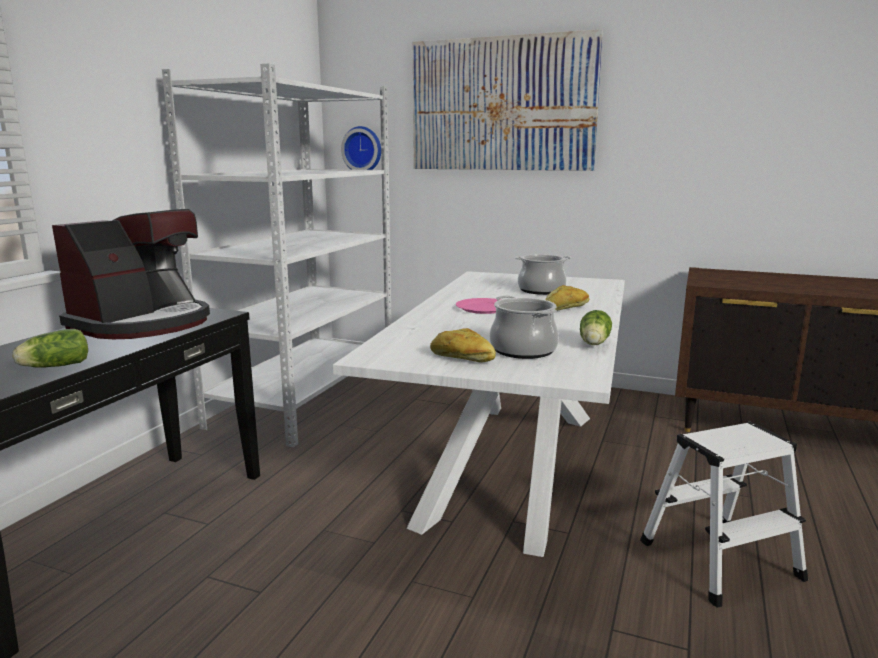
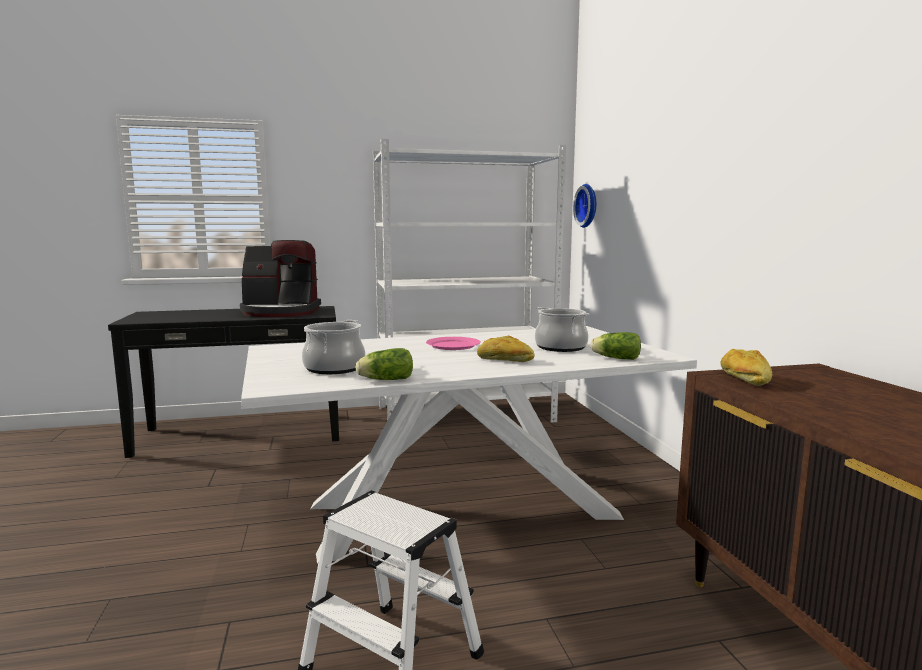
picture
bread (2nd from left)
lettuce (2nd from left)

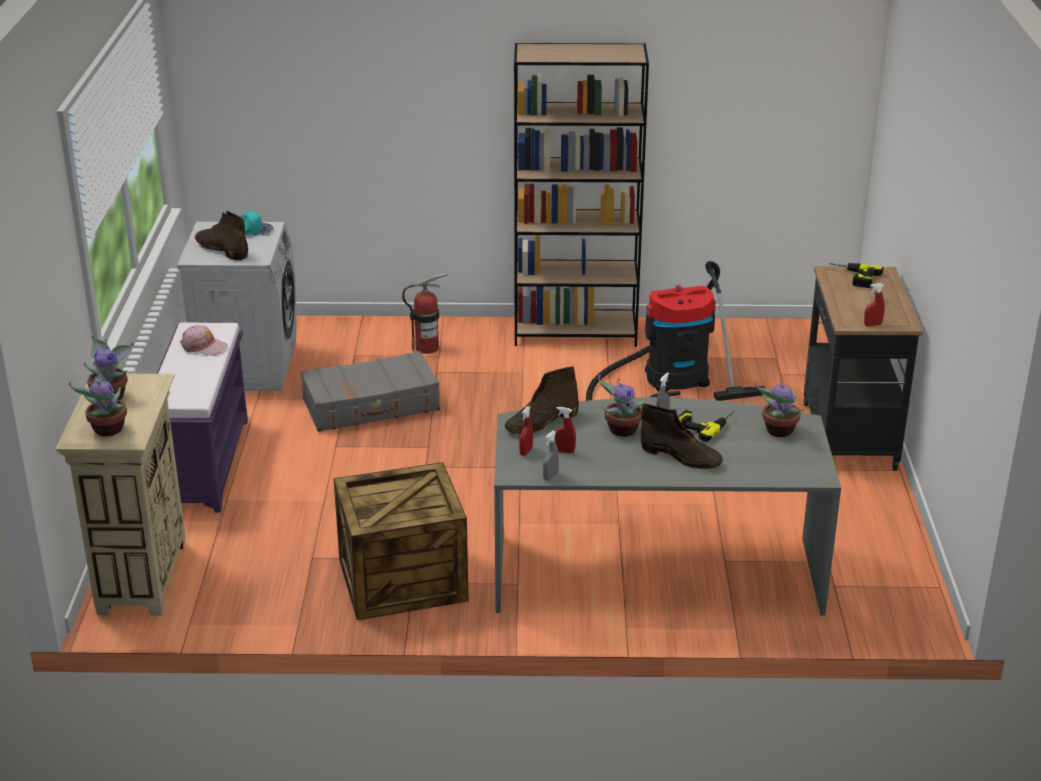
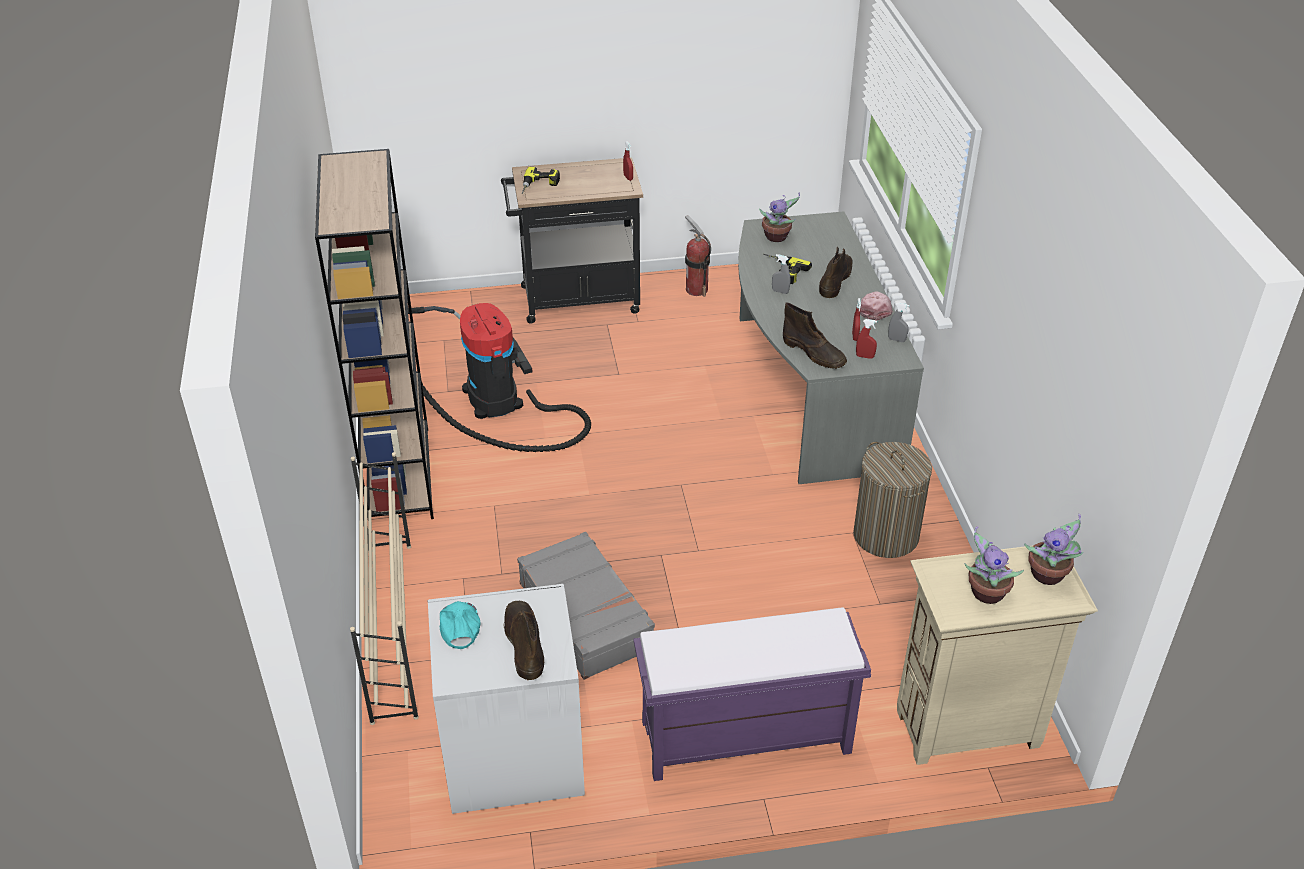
brown boot (1st from left)
fire extinguisher
pink cap
potted plant (3rd from left in the first image)
laundry basket
beige shoe rack

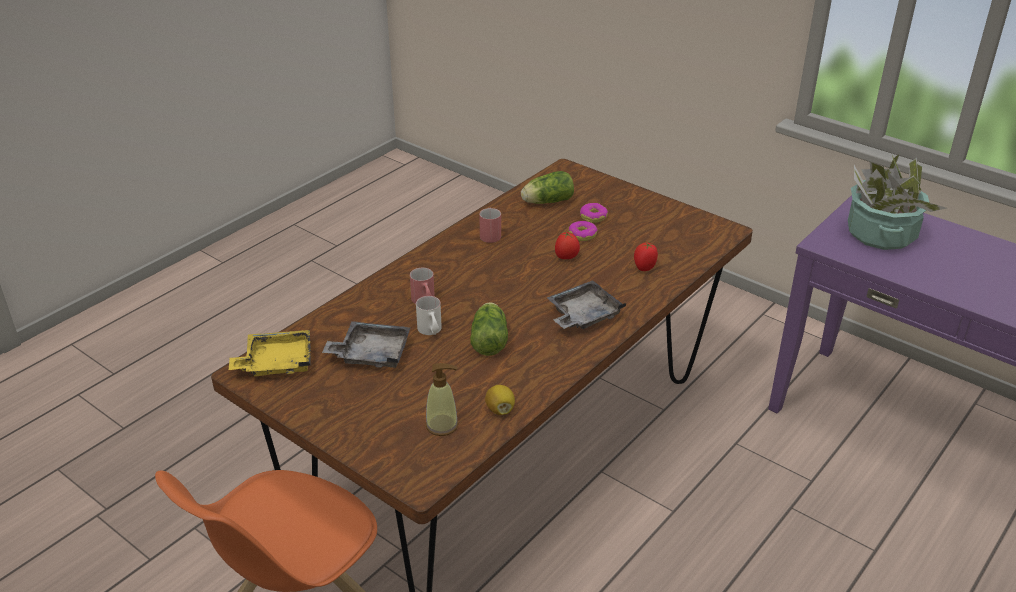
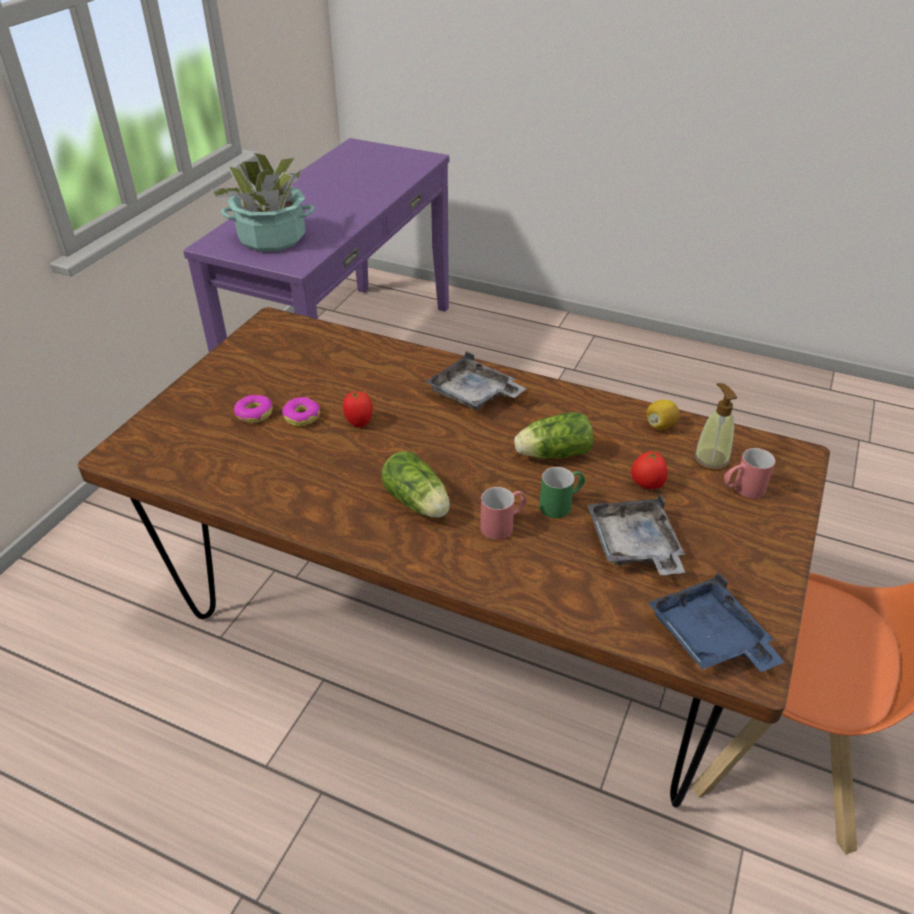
lettuce (1st from left)
red mug (2nd from left)
tomato (2nd from left)
green mug
blue tray

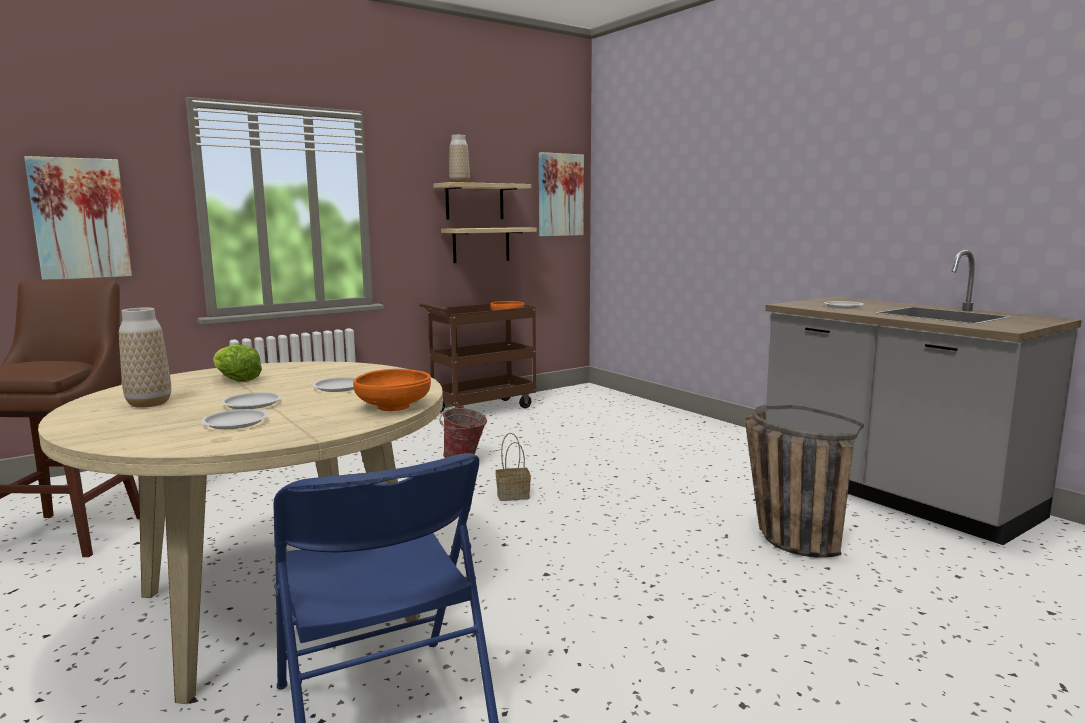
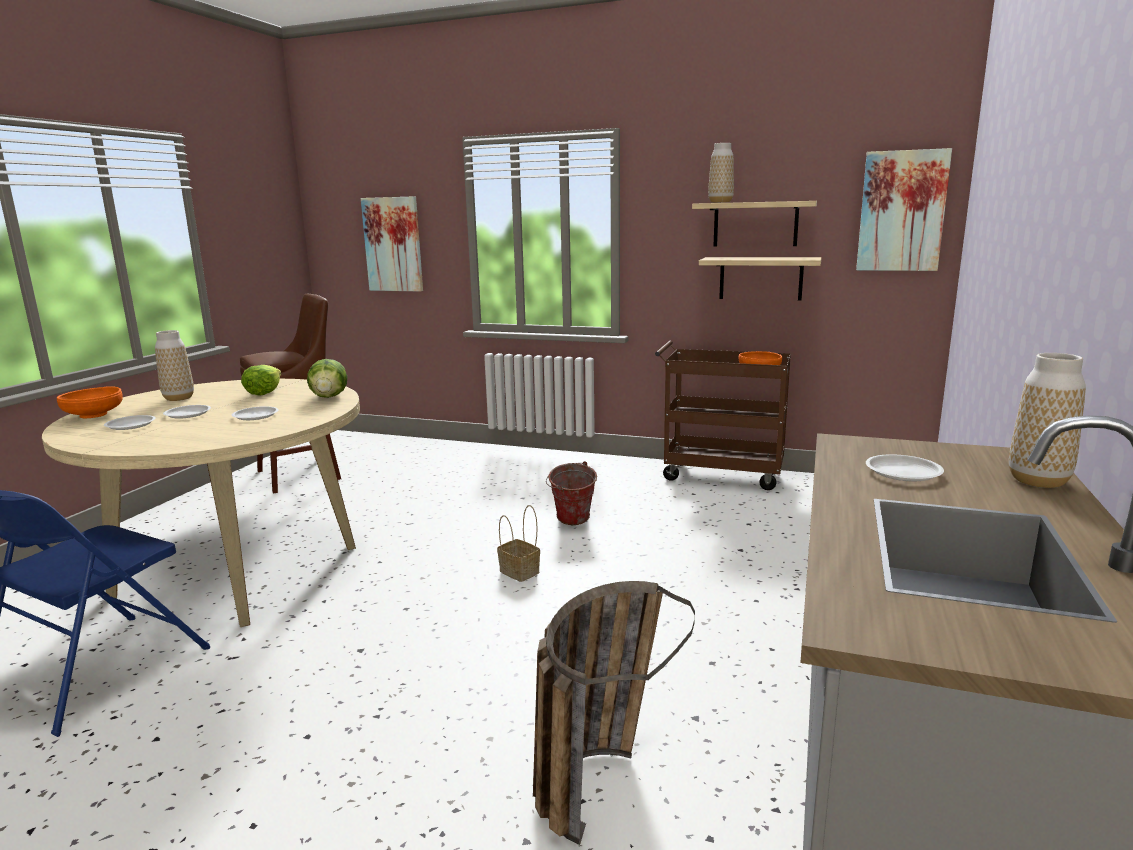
orange bowl (1st from left)
vase (3rd from left)
lettuce (2nd from left)

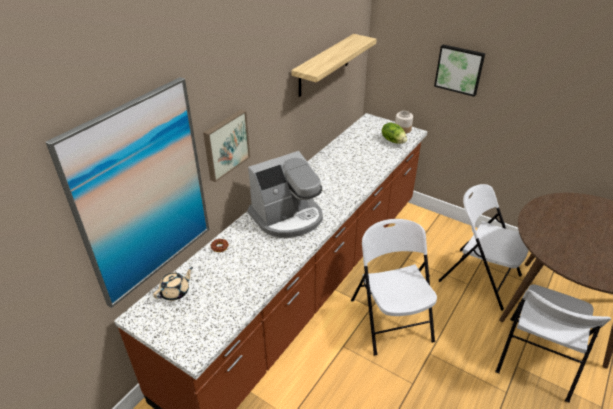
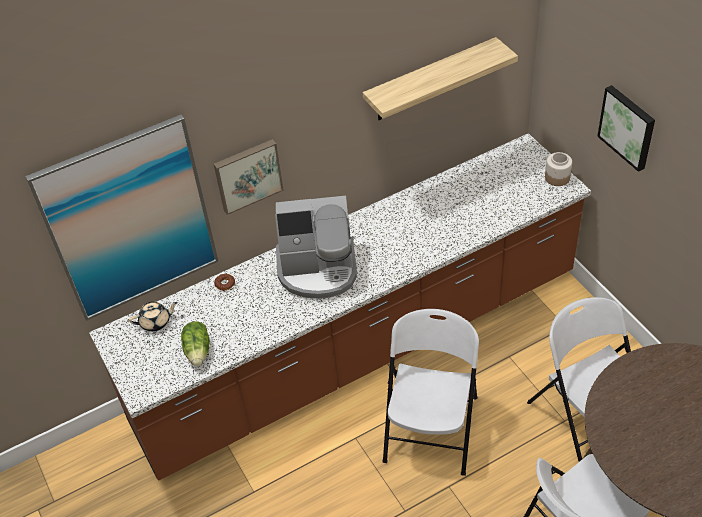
lettuce

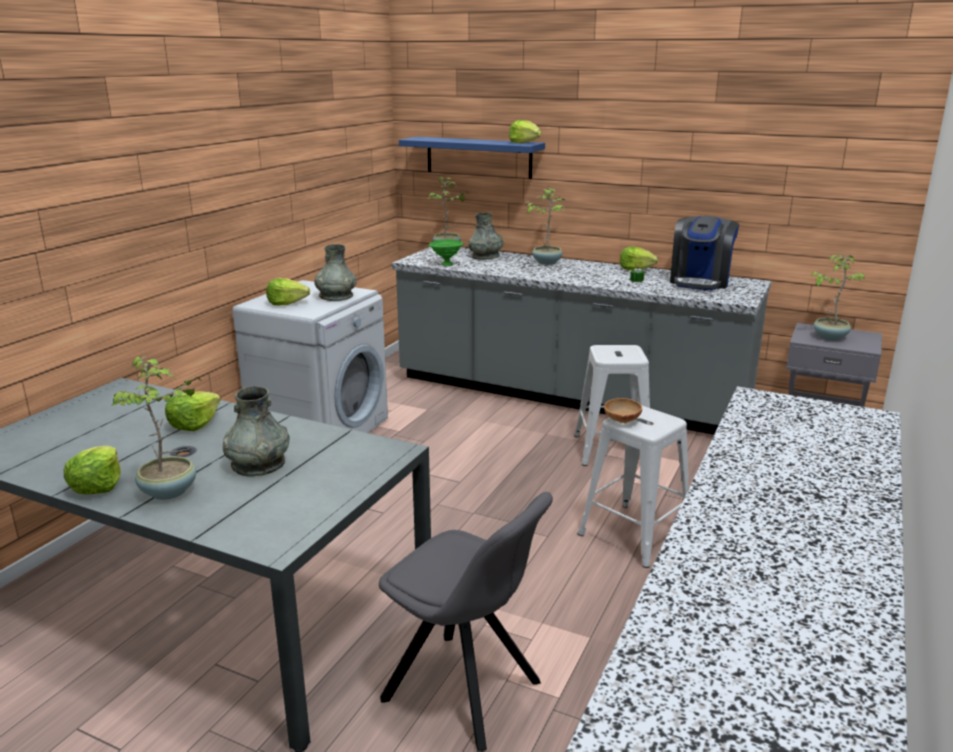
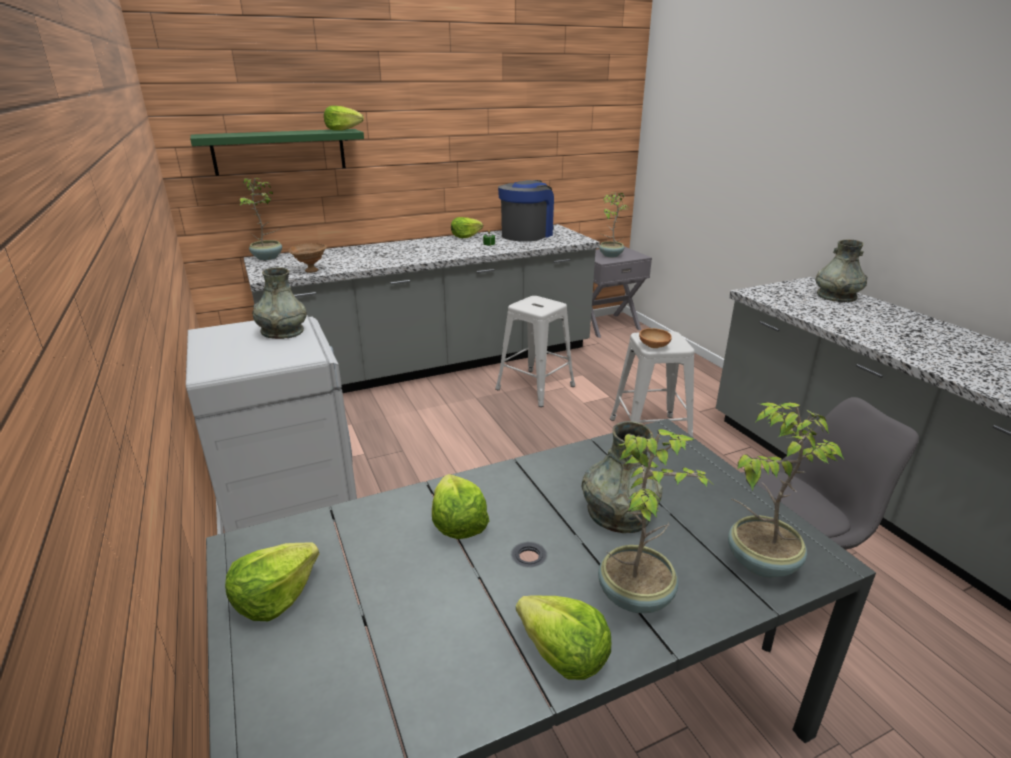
green shelf
potted plant (4th from left)
grey vase (3rd from left)
coffee machine
brown bowl (1st from left)
lettuce (1st from left)

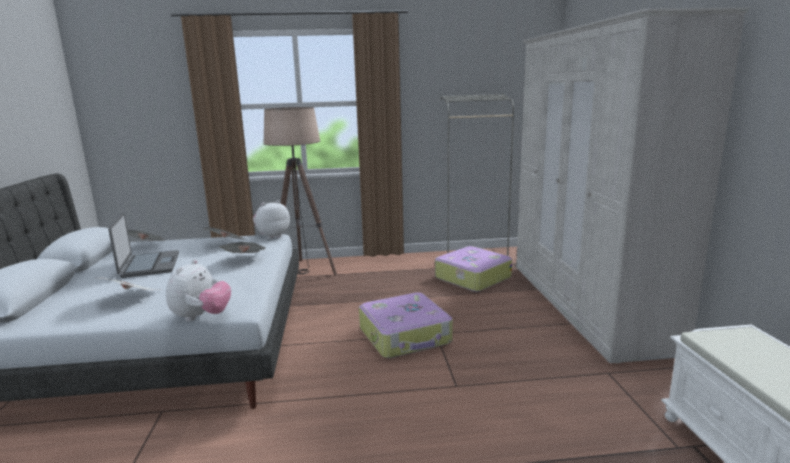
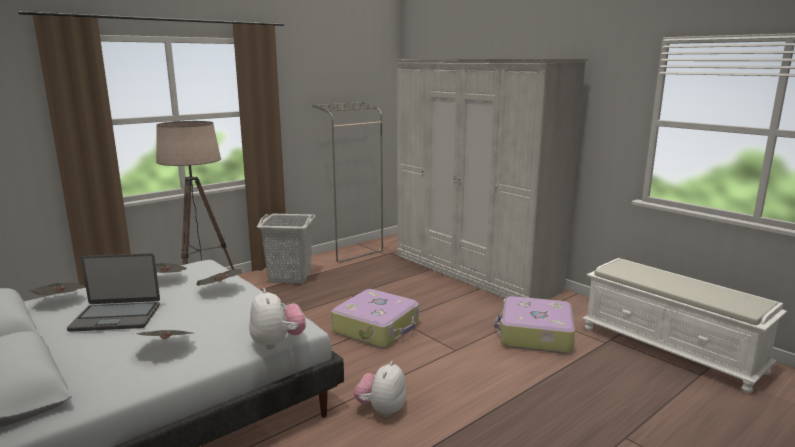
plush toy (2nd from left)
laptop
suitcase (2nd from left)
grey laundry basket

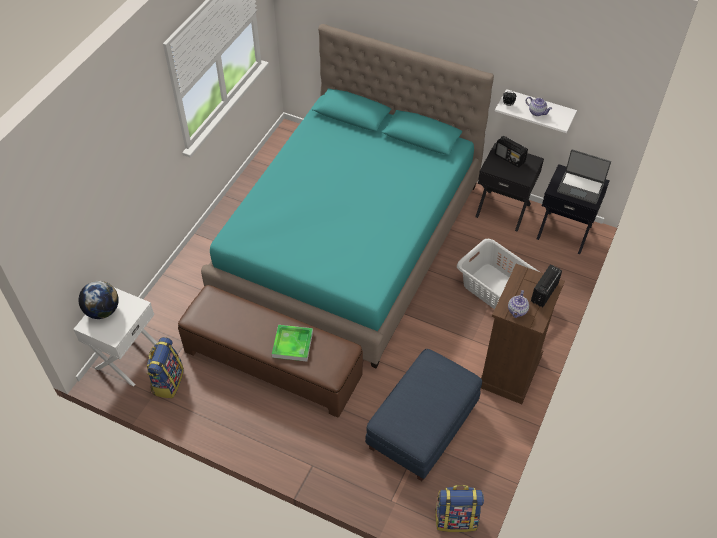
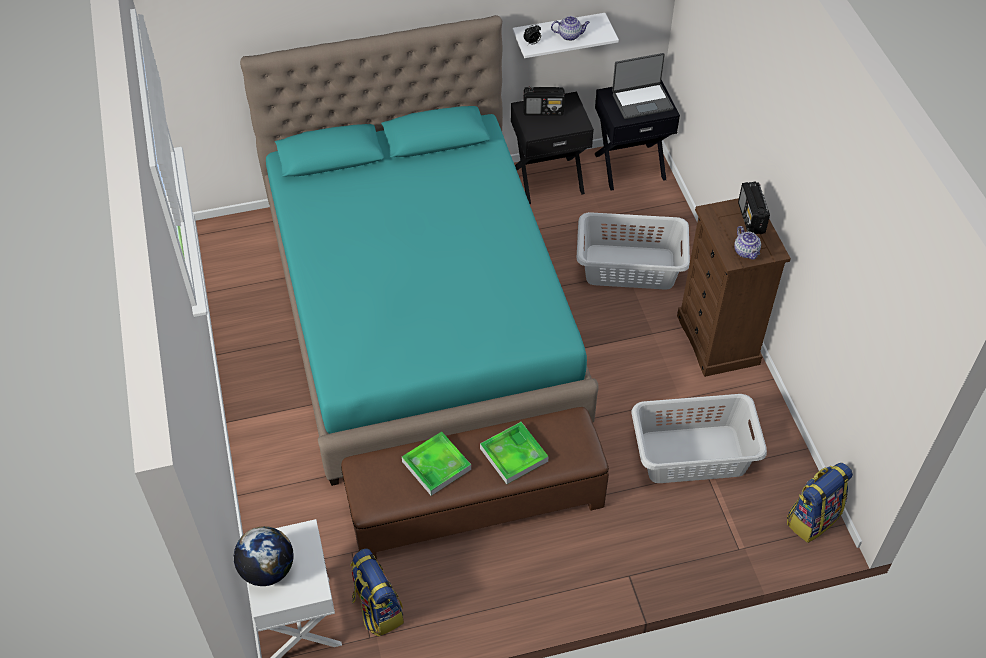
grey laundry basket (2nd from left)
tray (1st from left)

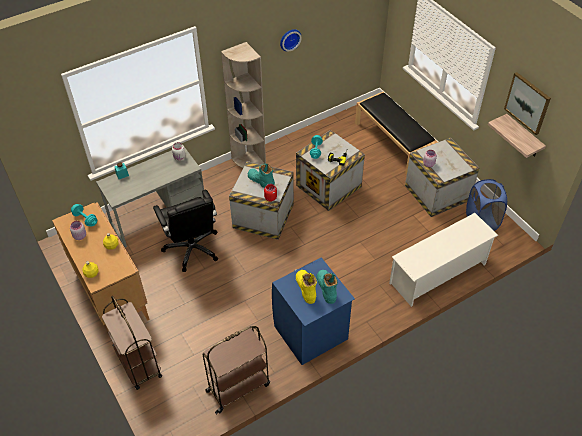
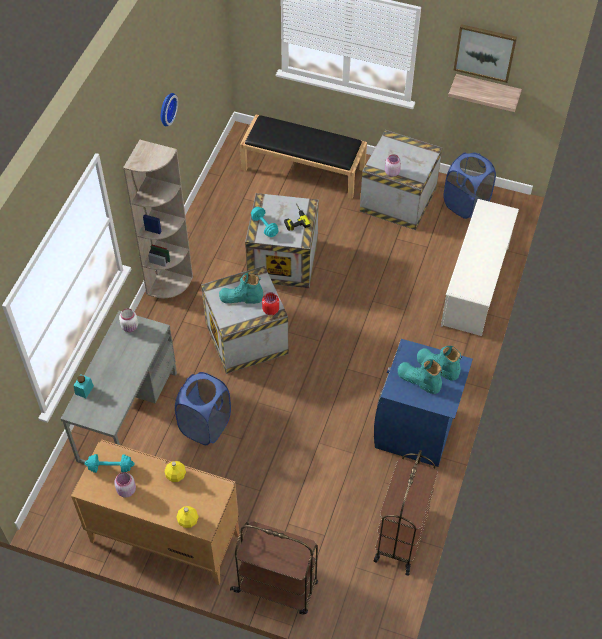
blue laundry basket (1st from left)
turquoise boot (2nd from left)

